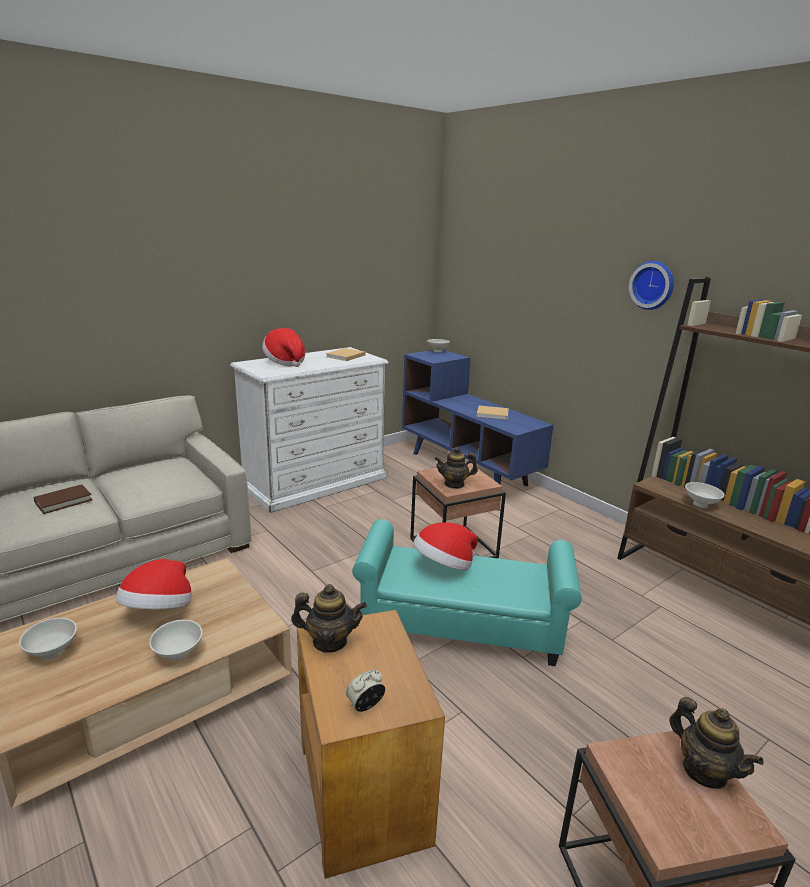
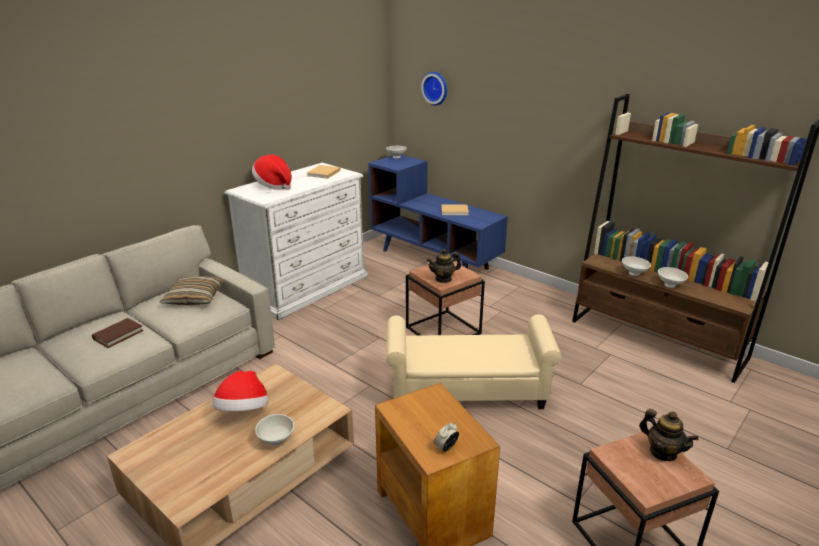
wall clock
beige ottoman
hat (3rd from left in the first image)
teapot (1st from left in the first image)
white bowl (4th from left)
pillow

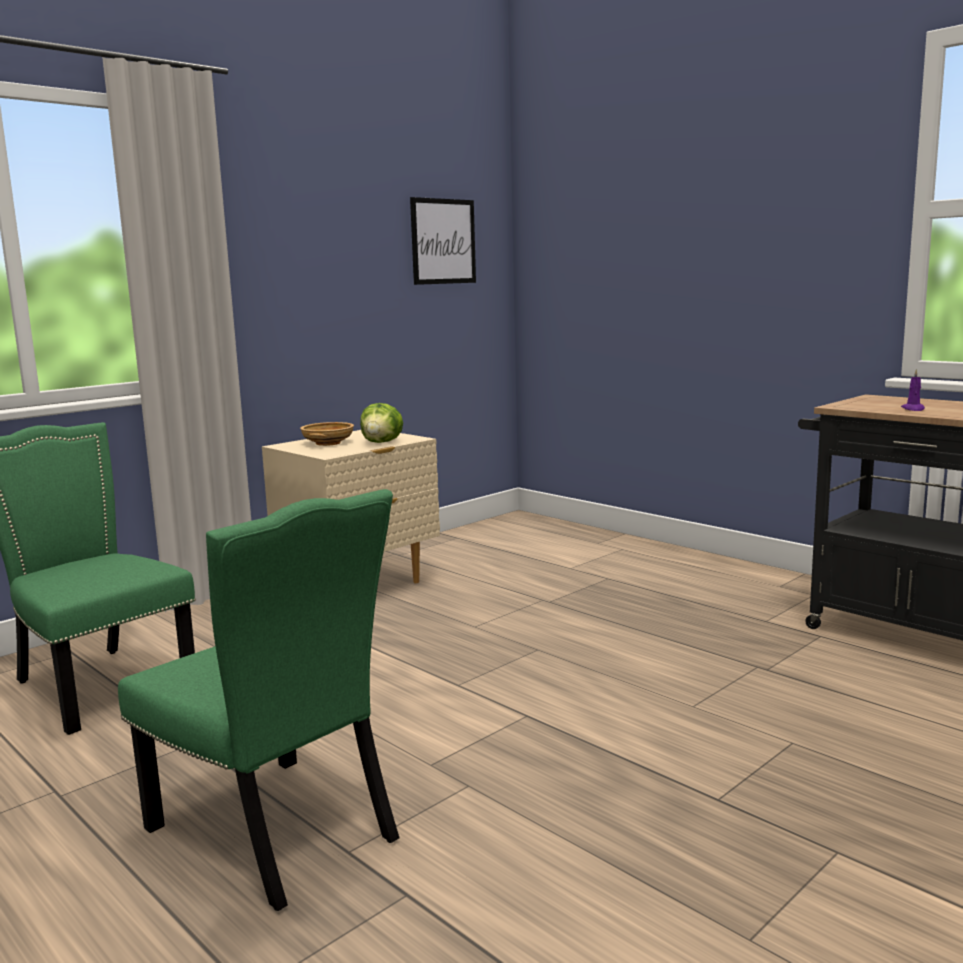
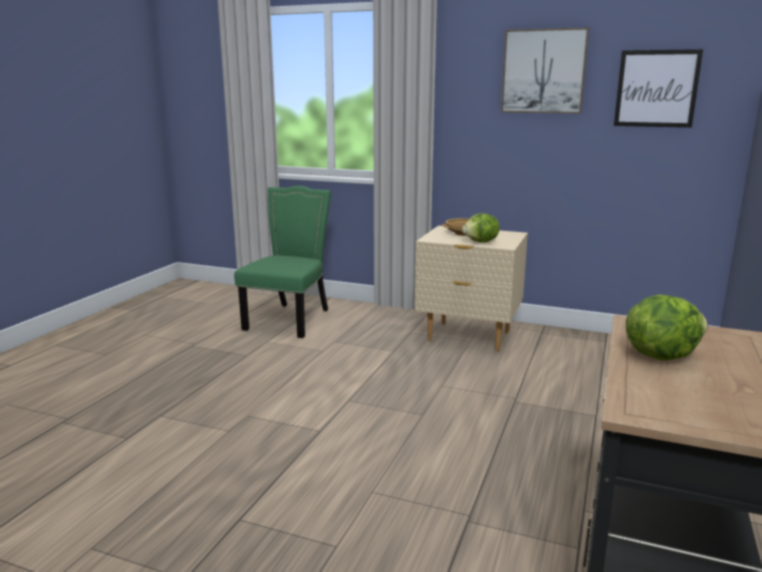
lettuce (2nd from left)
green chair (2nd from left in the first image)
picture (1st from left)

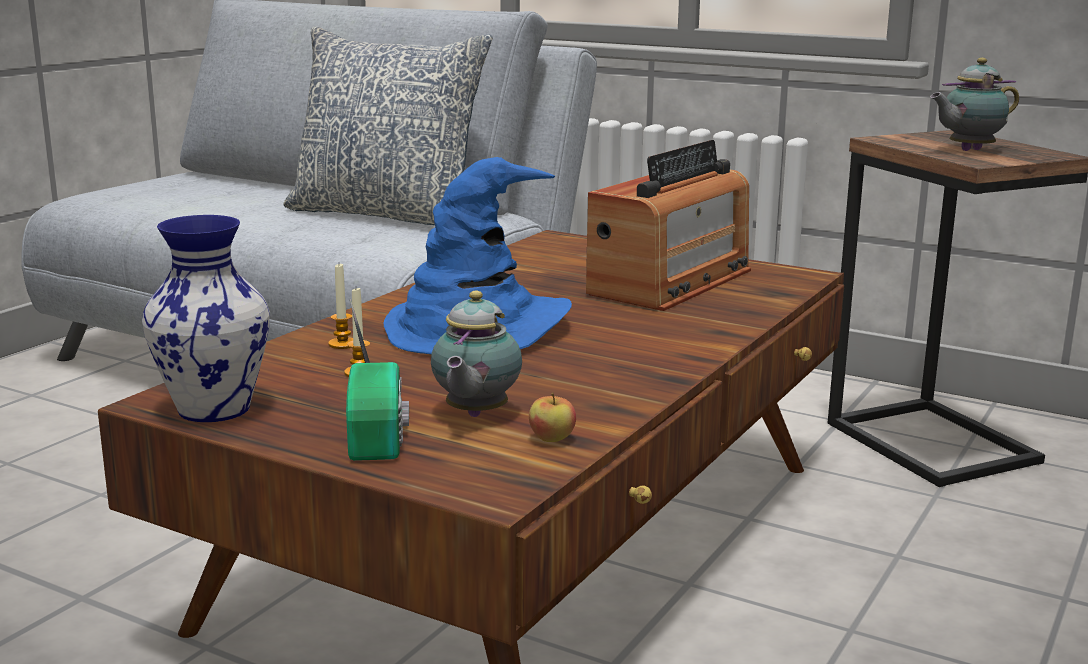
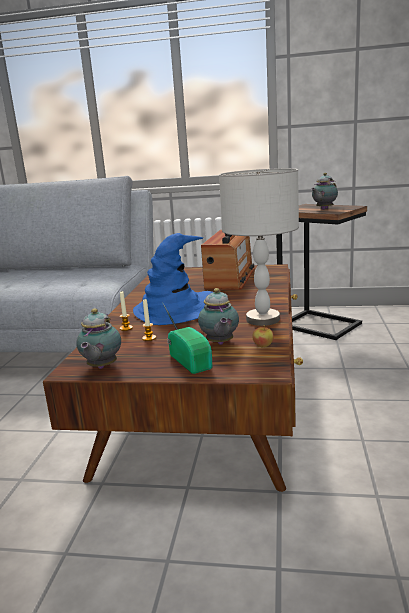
pillow
teapot (1st from left)
grey table lamp

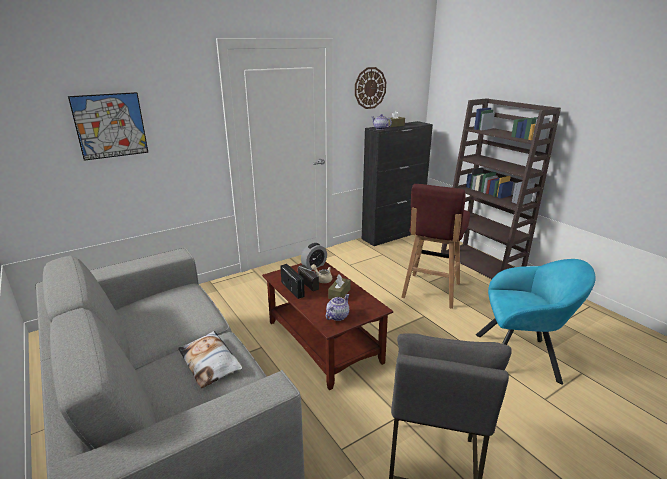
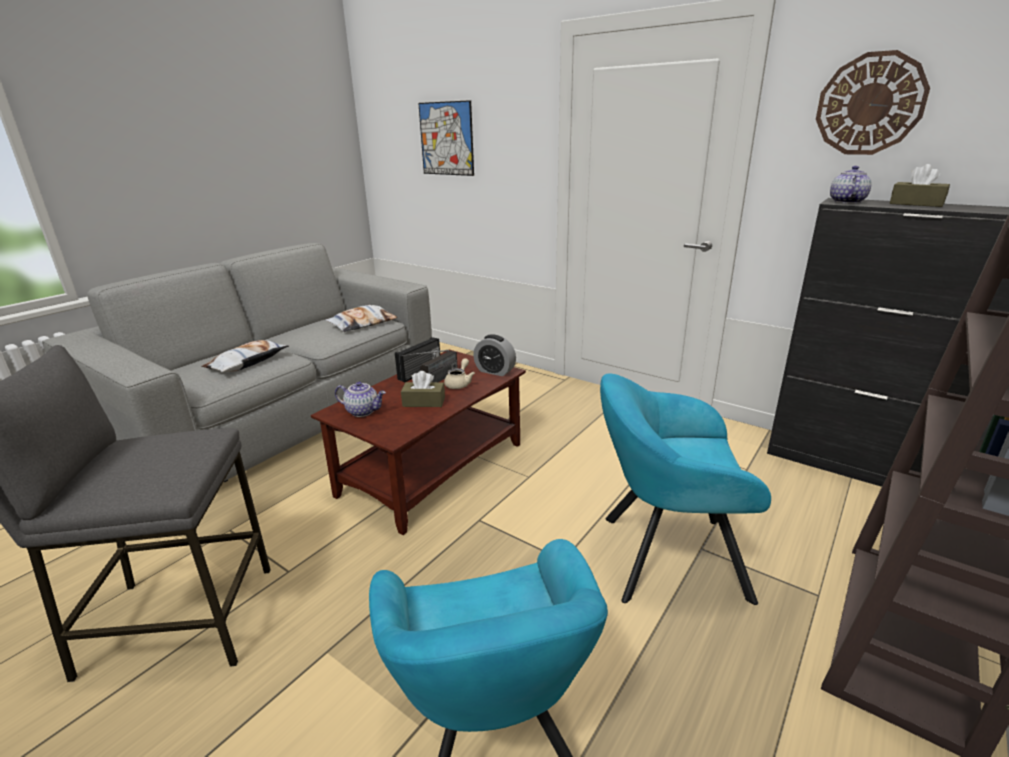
turquoise armchair (2nd from left)
pillow (2nd from left)

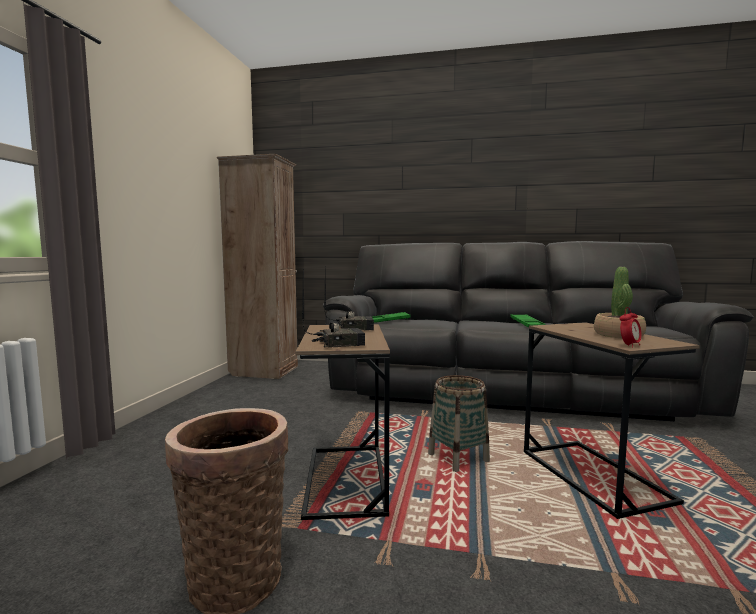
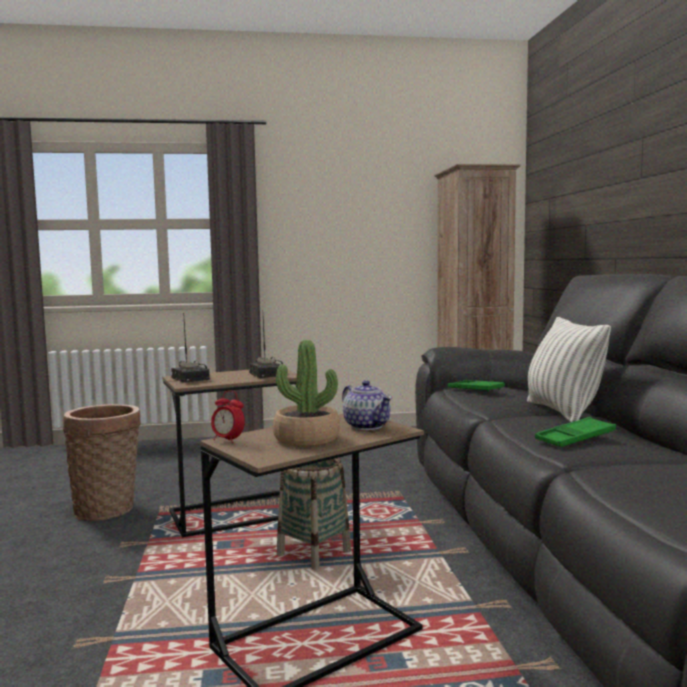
pillow
teapot

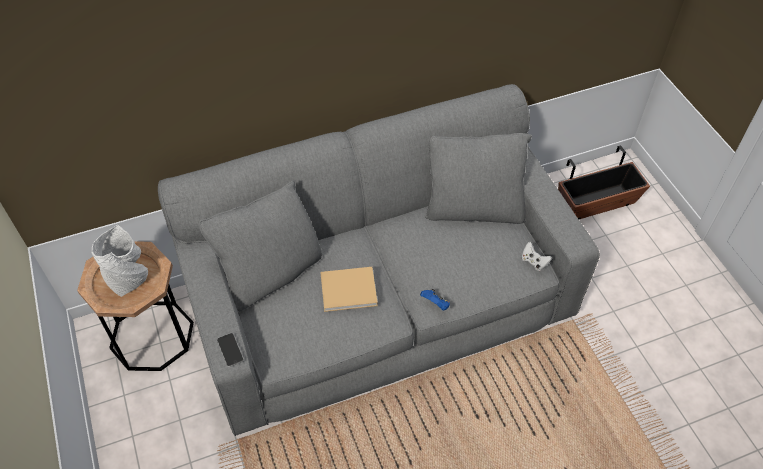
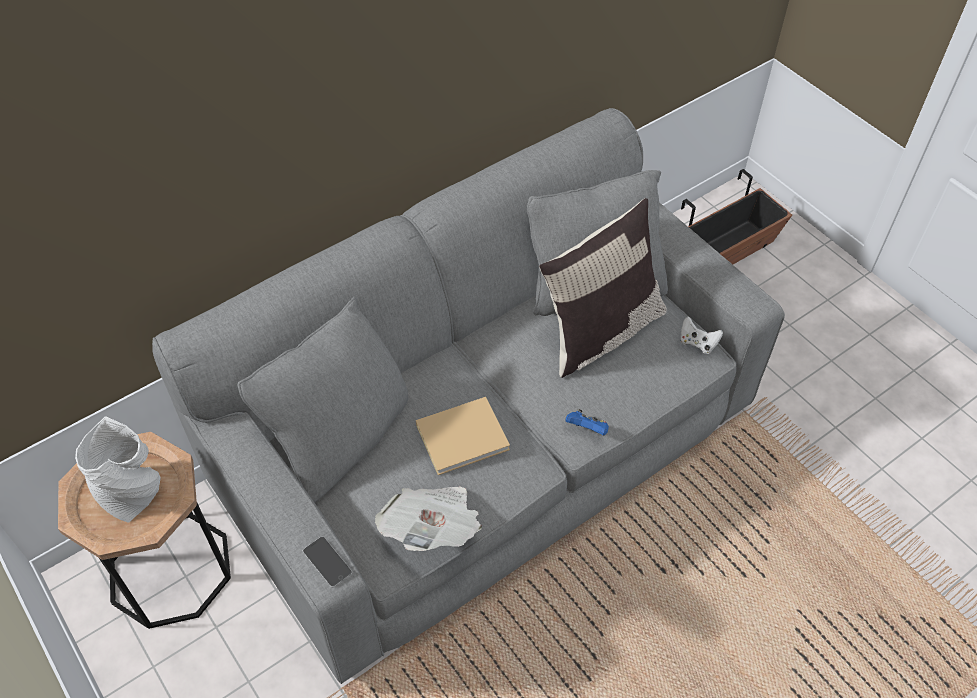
pillow
newspaper

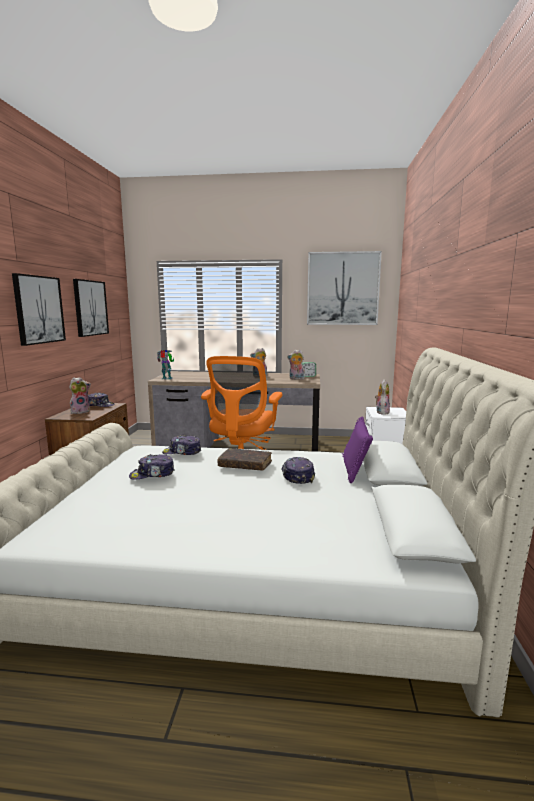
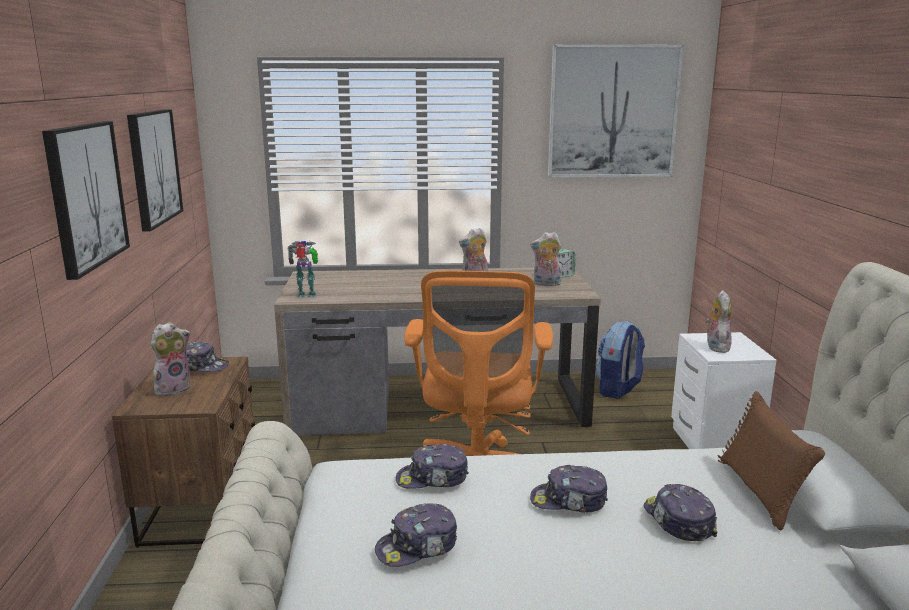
brown pillow
cap (4th from left)
backpack

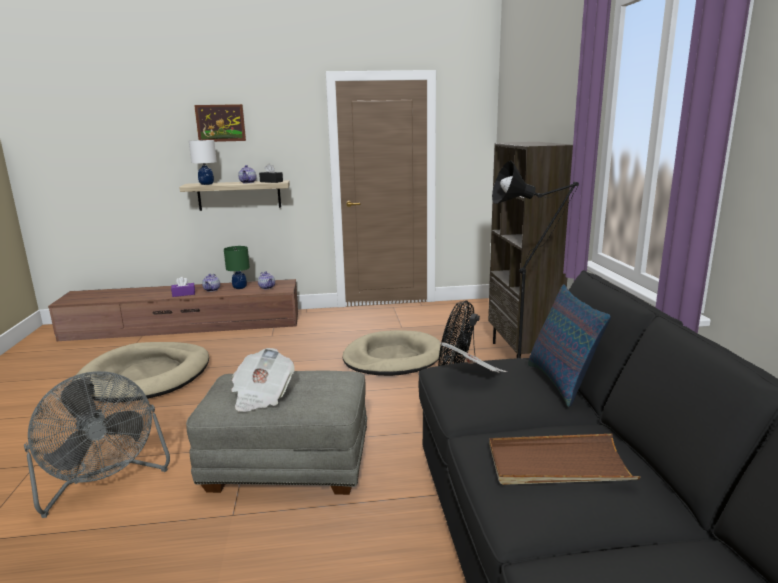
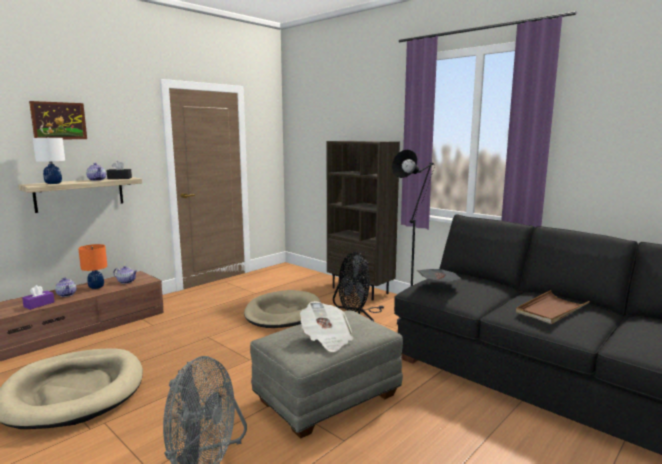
orange table lamp
blue pillow

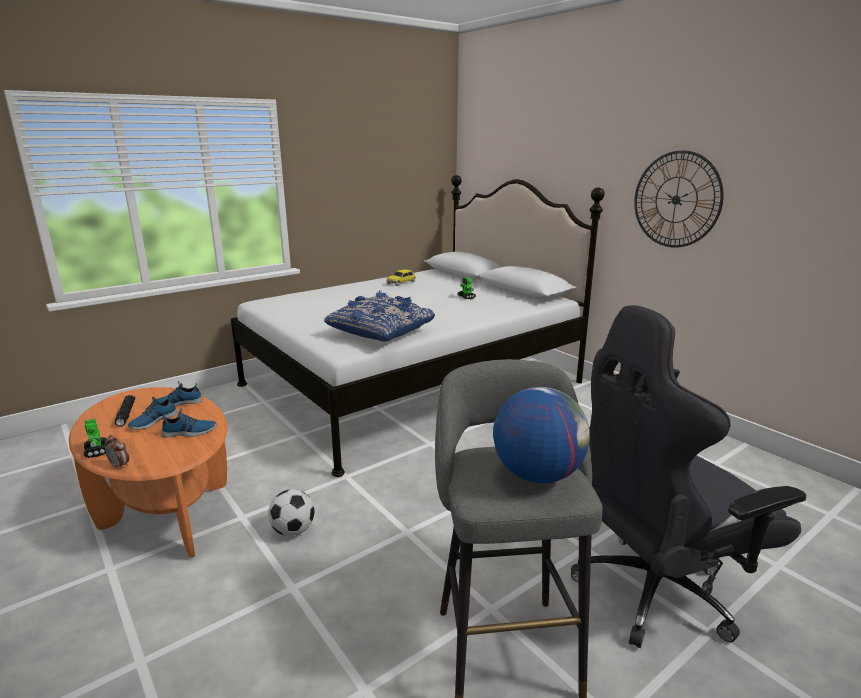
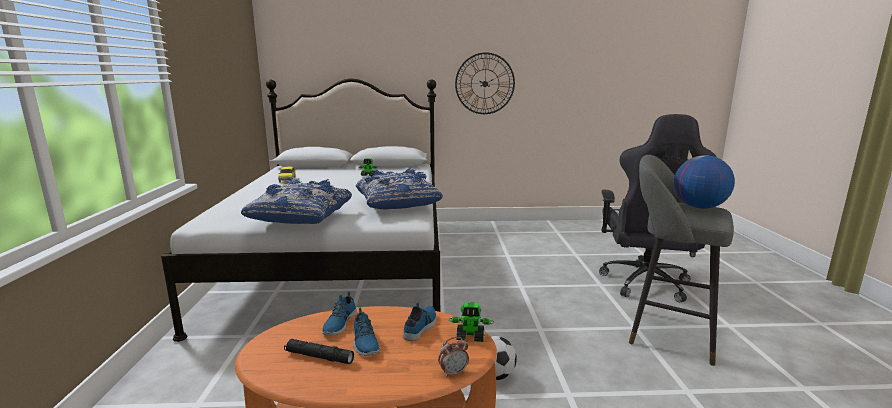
toy robot (2nd from left)
blue pillow (1st from left)

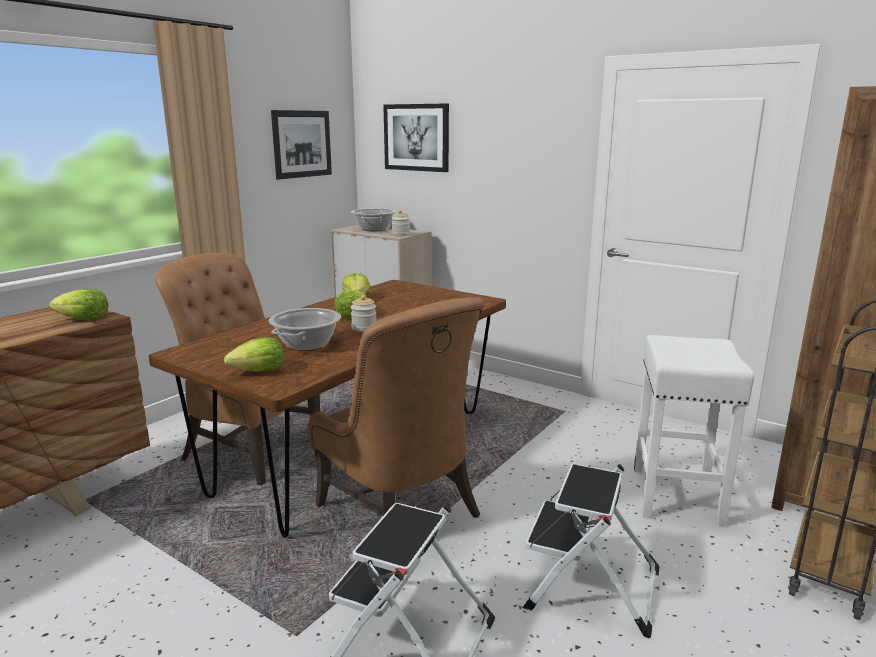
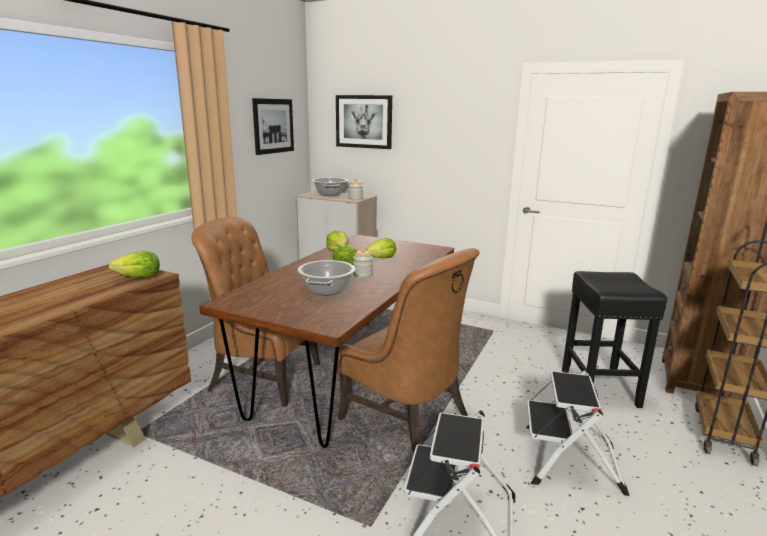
black stool
lettuce (4th from left)

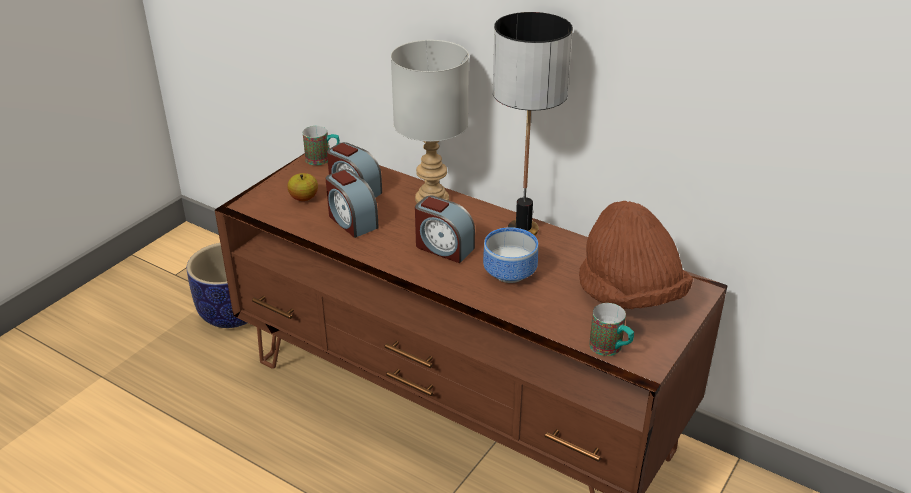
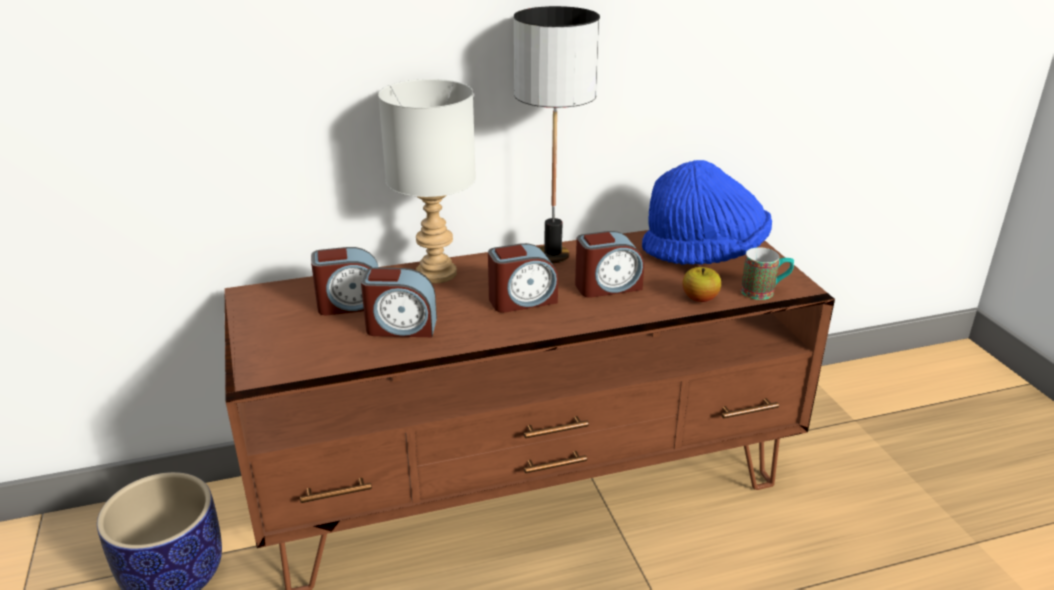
mug (1st from left in the first image)
apple
blue hat
alarm clock (4th from left)

